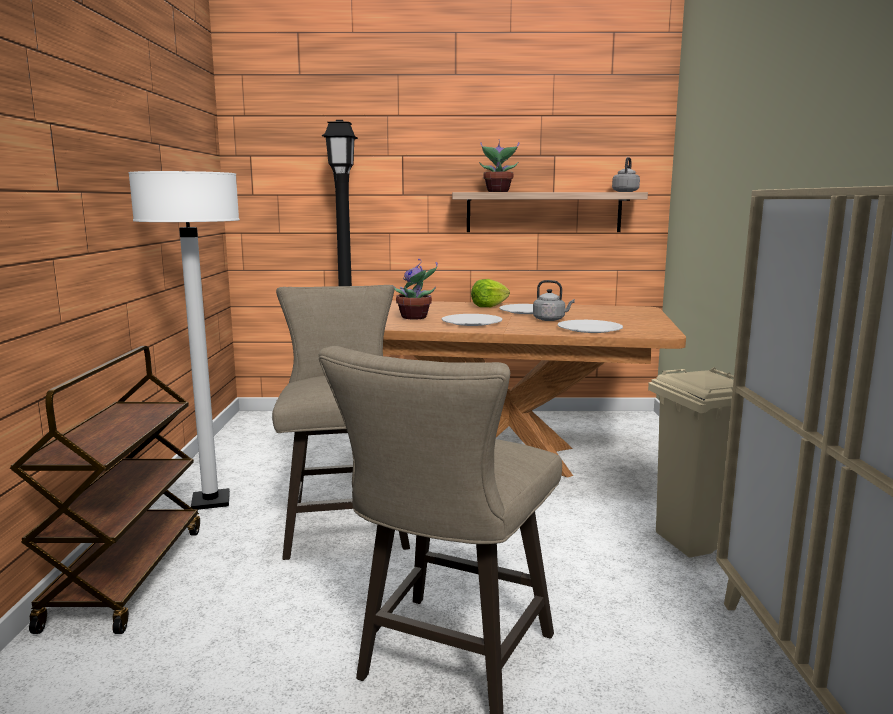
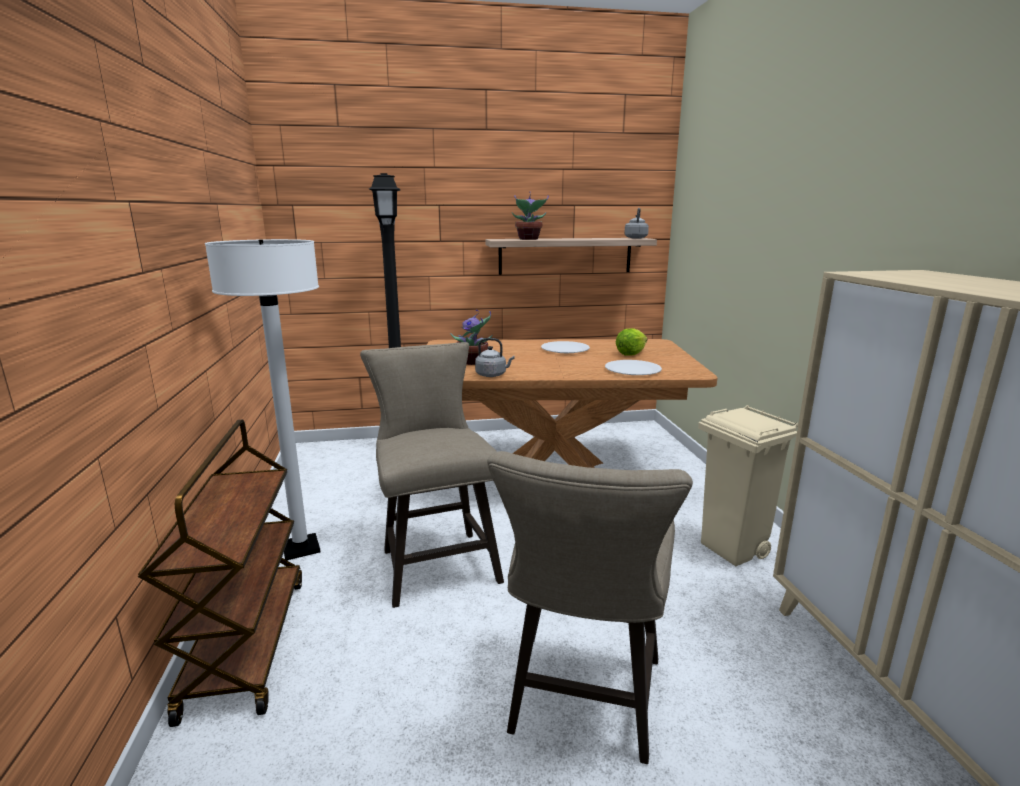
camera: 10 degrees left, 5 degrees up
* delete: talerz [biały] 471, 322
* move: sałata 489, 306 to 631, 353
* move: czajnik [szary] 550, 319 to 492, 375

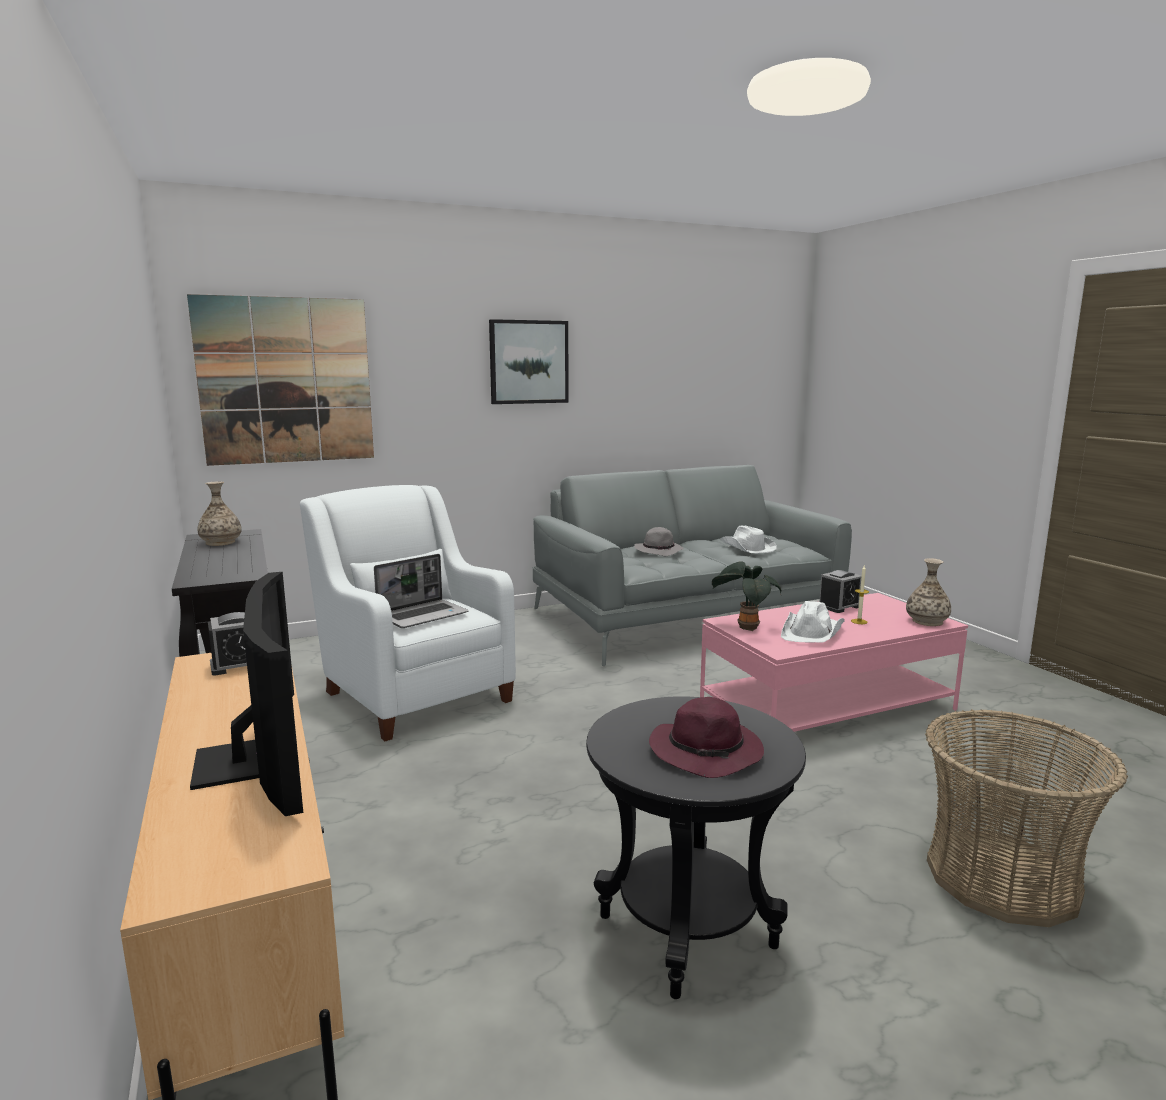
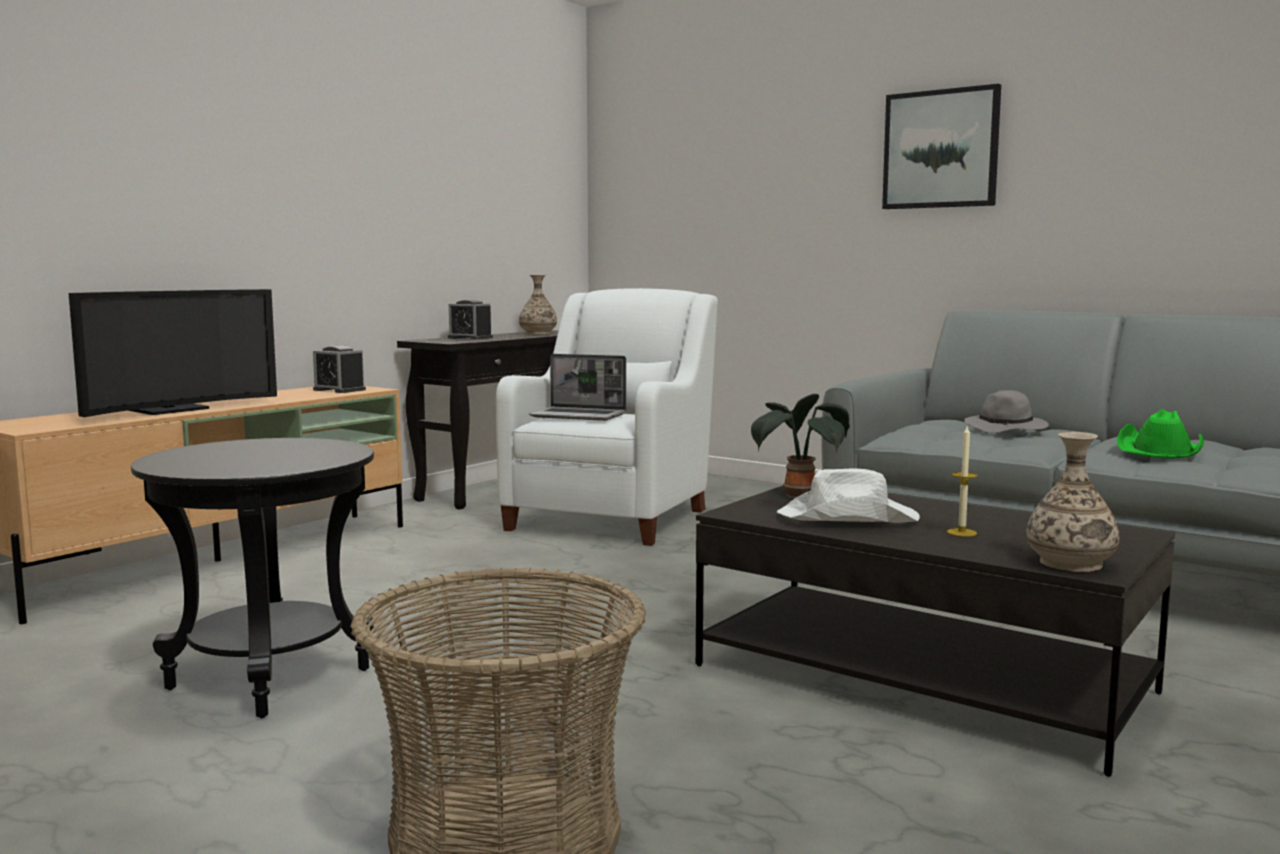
camera: 60 degrees right, 5 degrees down
* delete: obraz 286, 381
* delete: kapelusz [fioletowy] 707, 752
* recolor: ława [różowy] 827, 706 to ława [czarny] 922, 679
* recolor: kapelusz [biały] 747, 548 to kapelusz [zielony] 1160, 451
* move: budzik 839, 606 to 470, 338

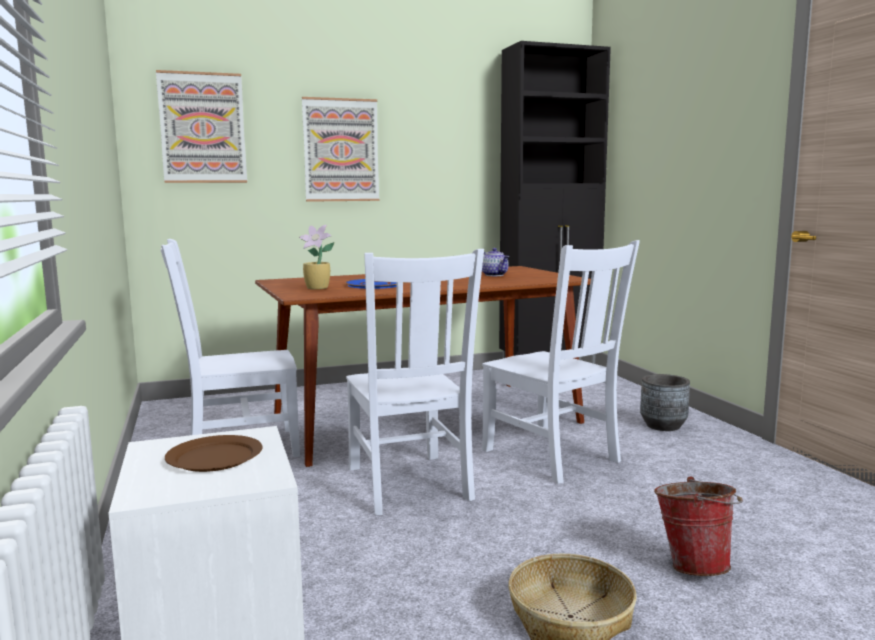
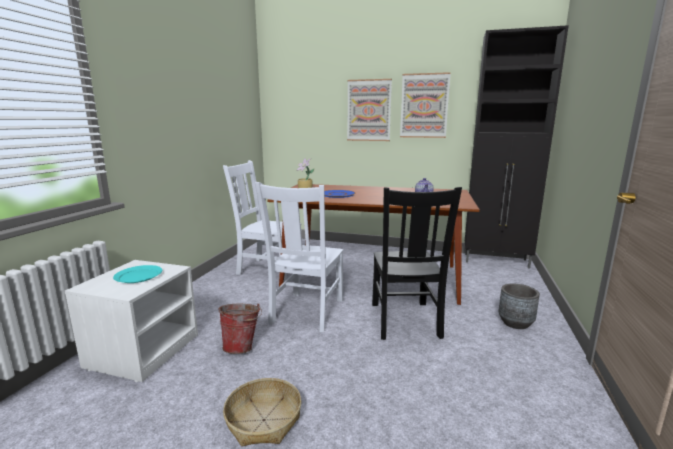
camera: 35 degrees right, 5 degrees up
* move: obraz 202, 128 to 424, 106
* recolor: talerz [brązowy] 214, 457 to talerz [turkusowy] 138, 276
* recolor: krzesło [biały] 553, 457 to krzesło [czarny] 405, 321
* move: wiadro 693, 564 to 242, 347

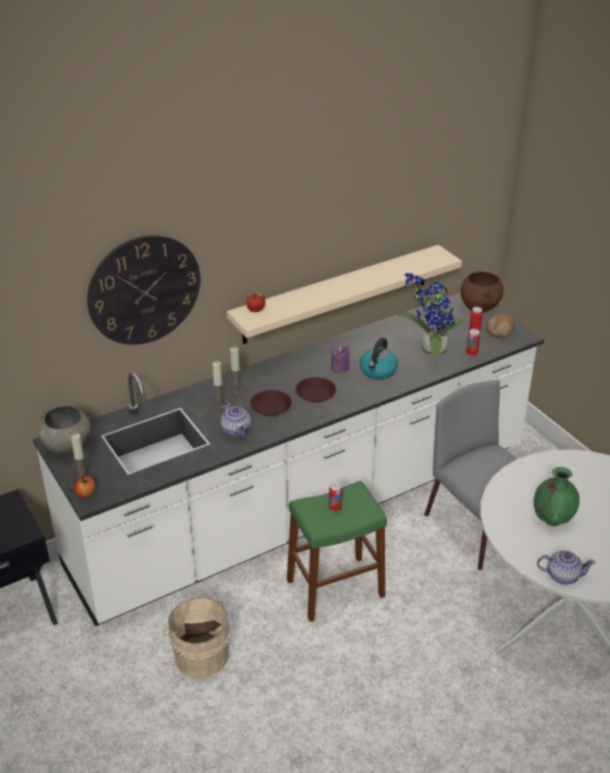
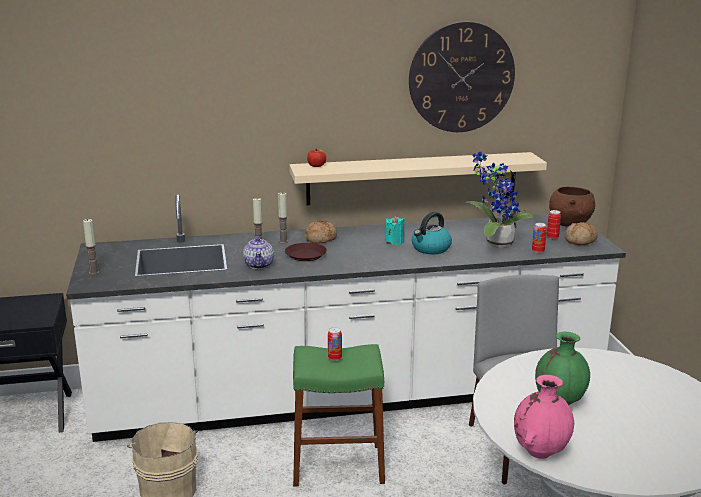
camera: 20 degrees right, 15 degrees down
* delete: miska [szary] 67, 447
* delete: jabłko 86, 494
* move: zegar ścienny 144, 290 to 461, 77
* delete: talerz [brązowy] 316, 393
* recolor: świeca [fioletowy] 340, 367 to świeca [turkusowy] 394, 241
* replace: imbryk 562, 576 to wazon [różowy] 540, 452
* insert: chleb 320, 238

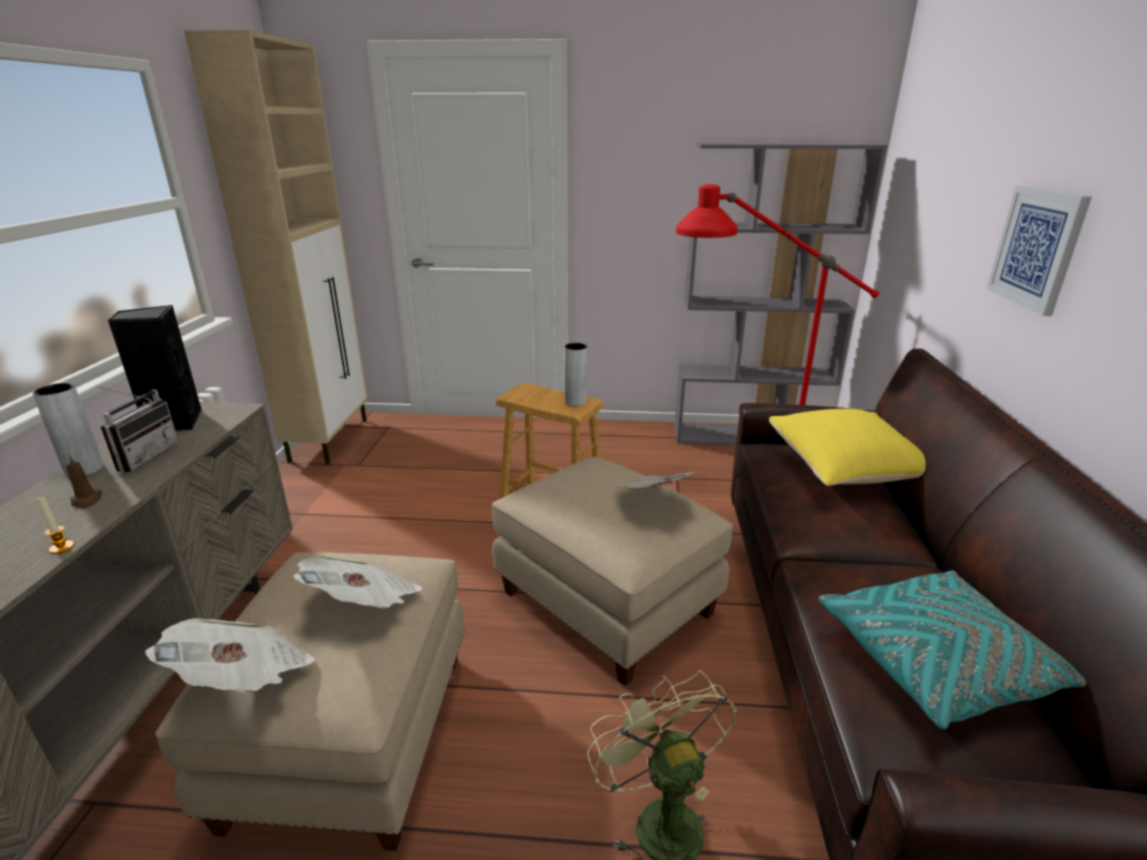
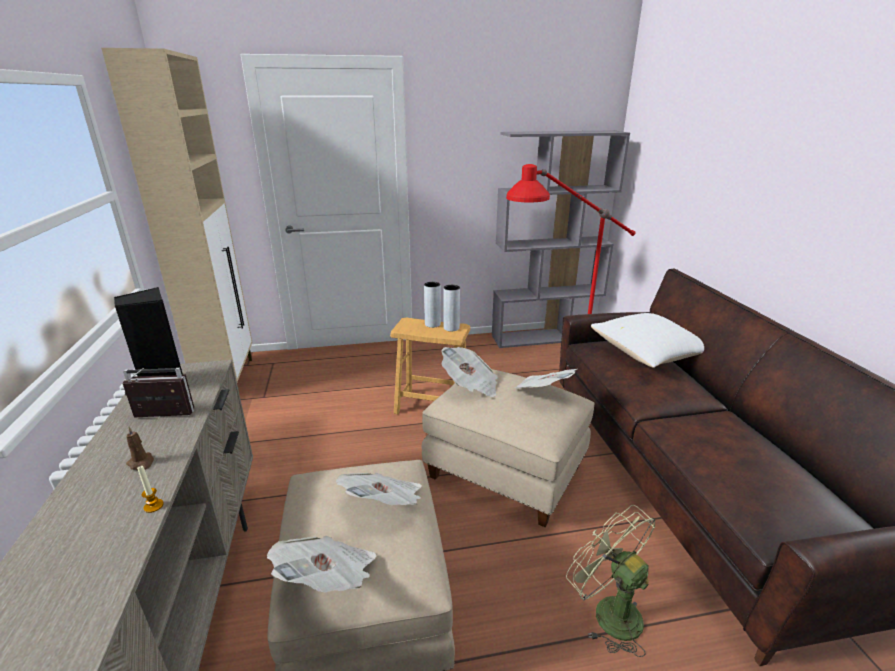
camera: 15 degrees left, 0 degrees up
* move: wazon [szary] 84, 469 to 432, 324
* rotate: radio 143, 456 = 161, 418 90 degrees counterclockwise
* recolor: poduszka [żółty] 848, 471 to poduszka [biały] 649, 355
* delete: poduszka [turkusowy] 937, 662
* delete: obraz 1037, 248
* insert: gazeta 470, 385

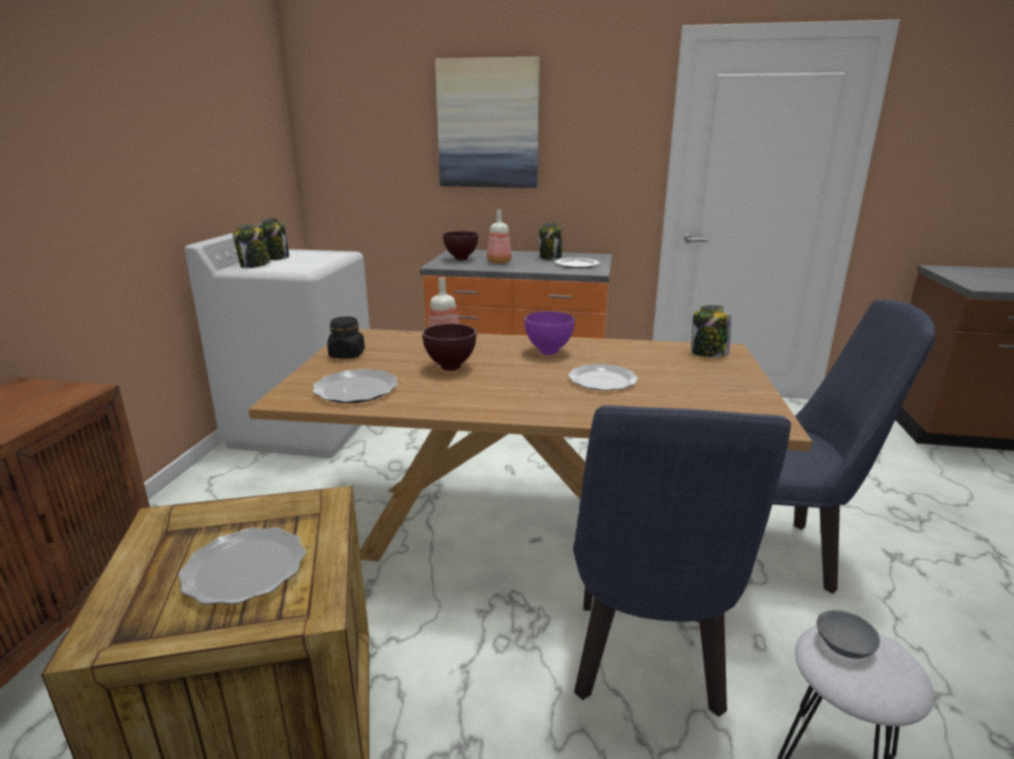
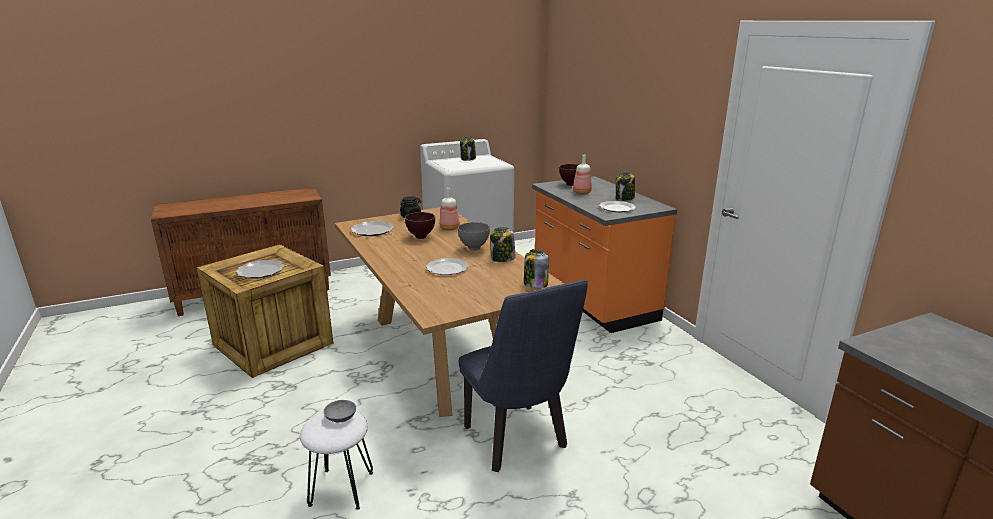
camera: 55 degrees right, 0 degrees up
* move: słoik 255, 266 to 502, 259
* delete: obraz 488, 124
* recolor: miska [fioletowy] 547, 352 to miska [szary] 474, 248
* delete: krzesło [niebieski] 646, 667

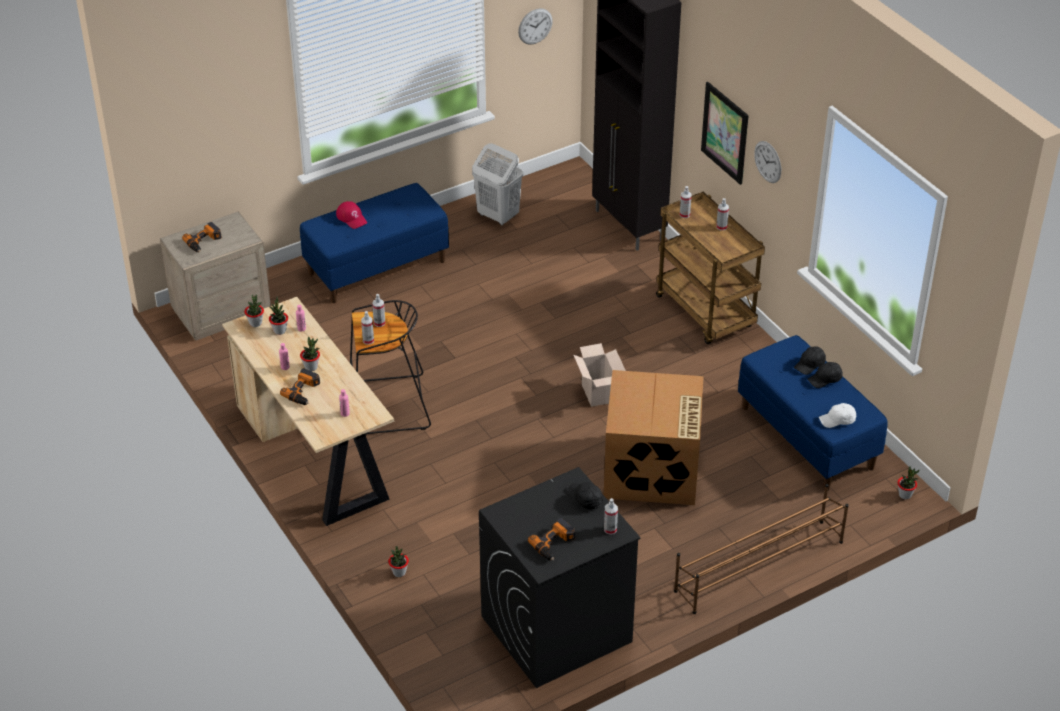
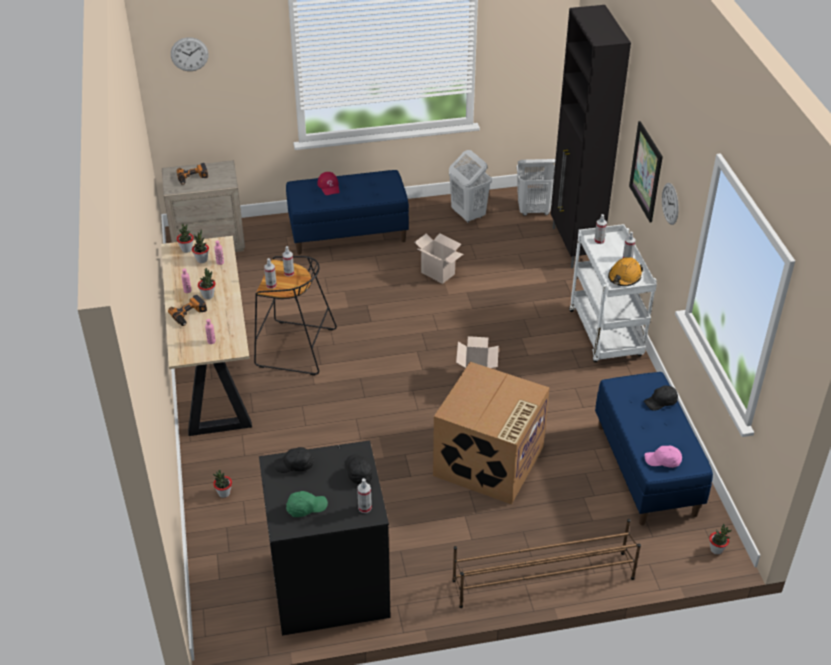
camera: 20 degrees right, 0 degrees up
* move: zegar ścienny 535, 26 to 189, 54
* replace: wiertarka 554, 544 to czapka z daszkiem [zielony] 306, 507
* recolor: wózek [brązowy] 706, 313 to wózek [biały] 606, 335
* move: czapka z daszkiem [czarny] 825, 379 to 295, 465
* recolor: czapka z daszkiem [biały] 838, 420 to czapka z daszkiem [różowy] 663, 461
* insert: karton 439, 273
* insert: kosz na pranie [biały] 534, 210
* insert: kask [pomarańczowy] 624, 277

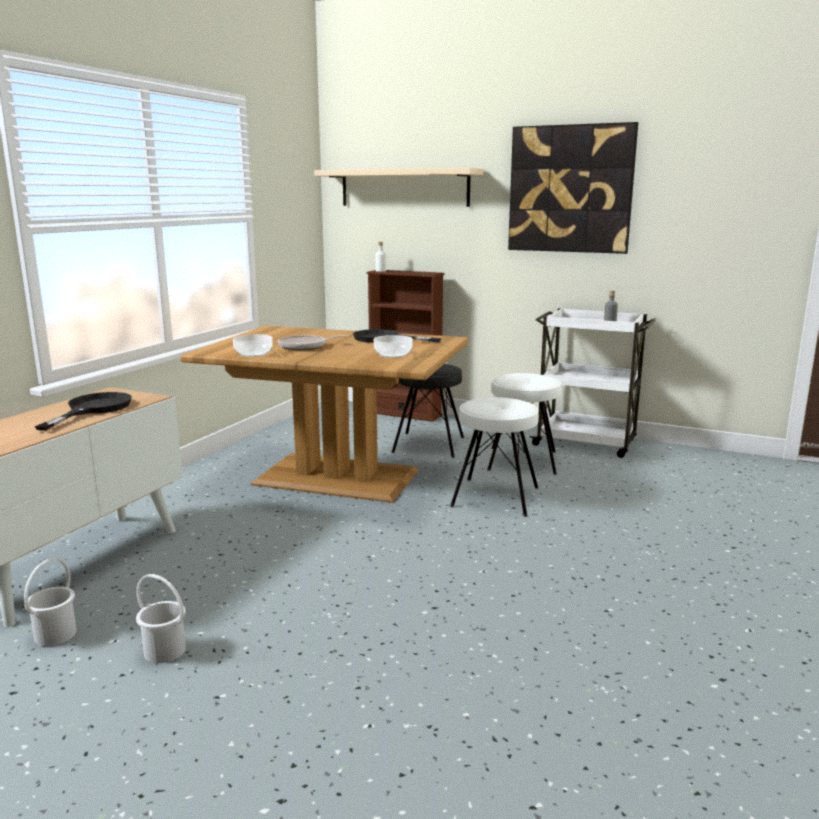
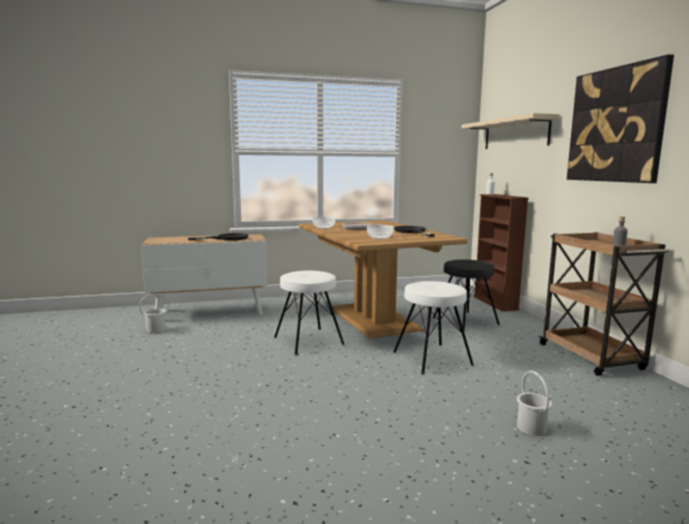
camera: 50 degrees right, 5 degrees down
* move: wiadro [biały] 165, 650 to 531, 428
* move: stołek [biały] 522, 460 to 308, 341
* recolor: wózek [biały] 586, 443 to wózek [brązowy] 591, 357

